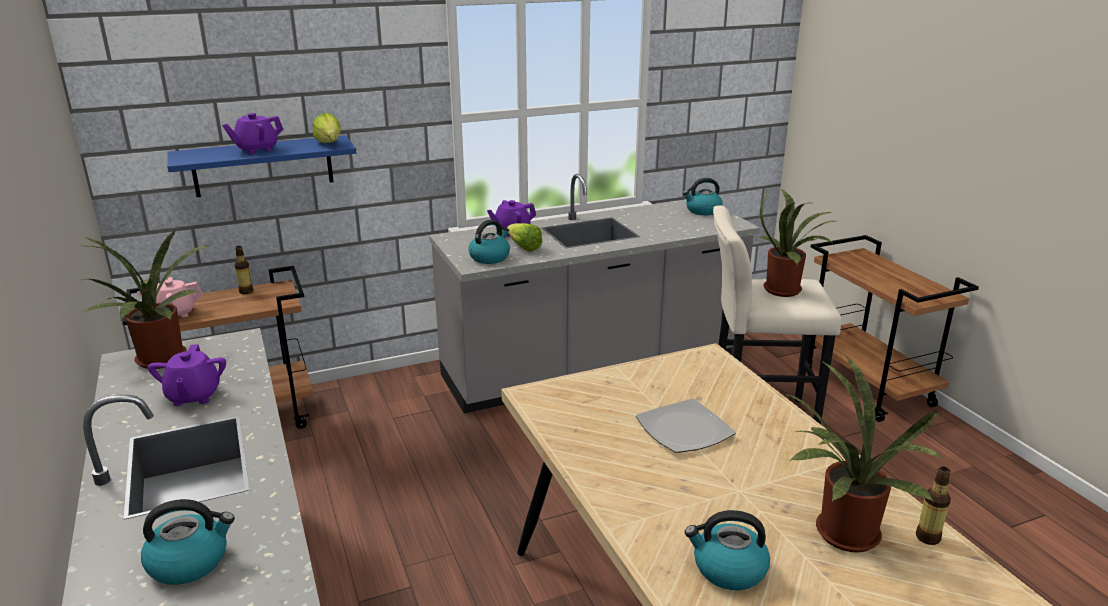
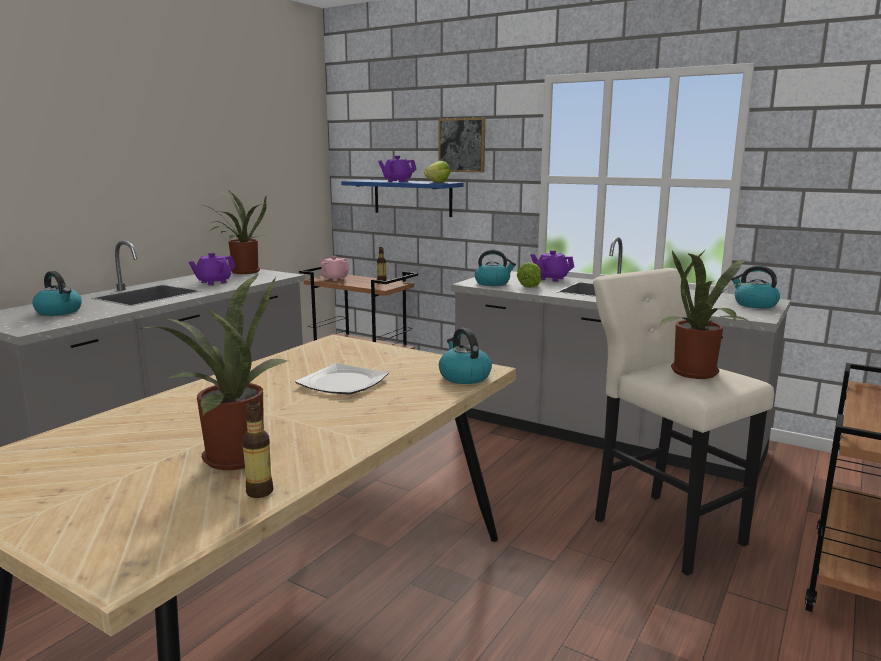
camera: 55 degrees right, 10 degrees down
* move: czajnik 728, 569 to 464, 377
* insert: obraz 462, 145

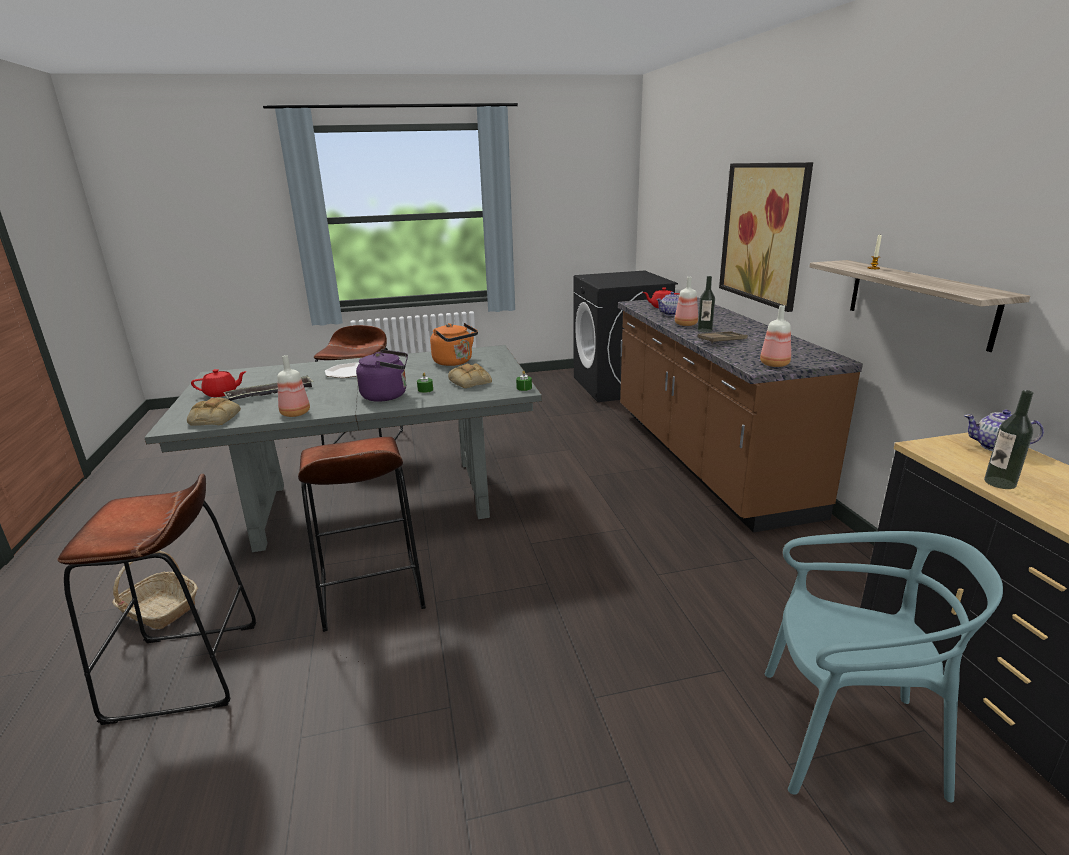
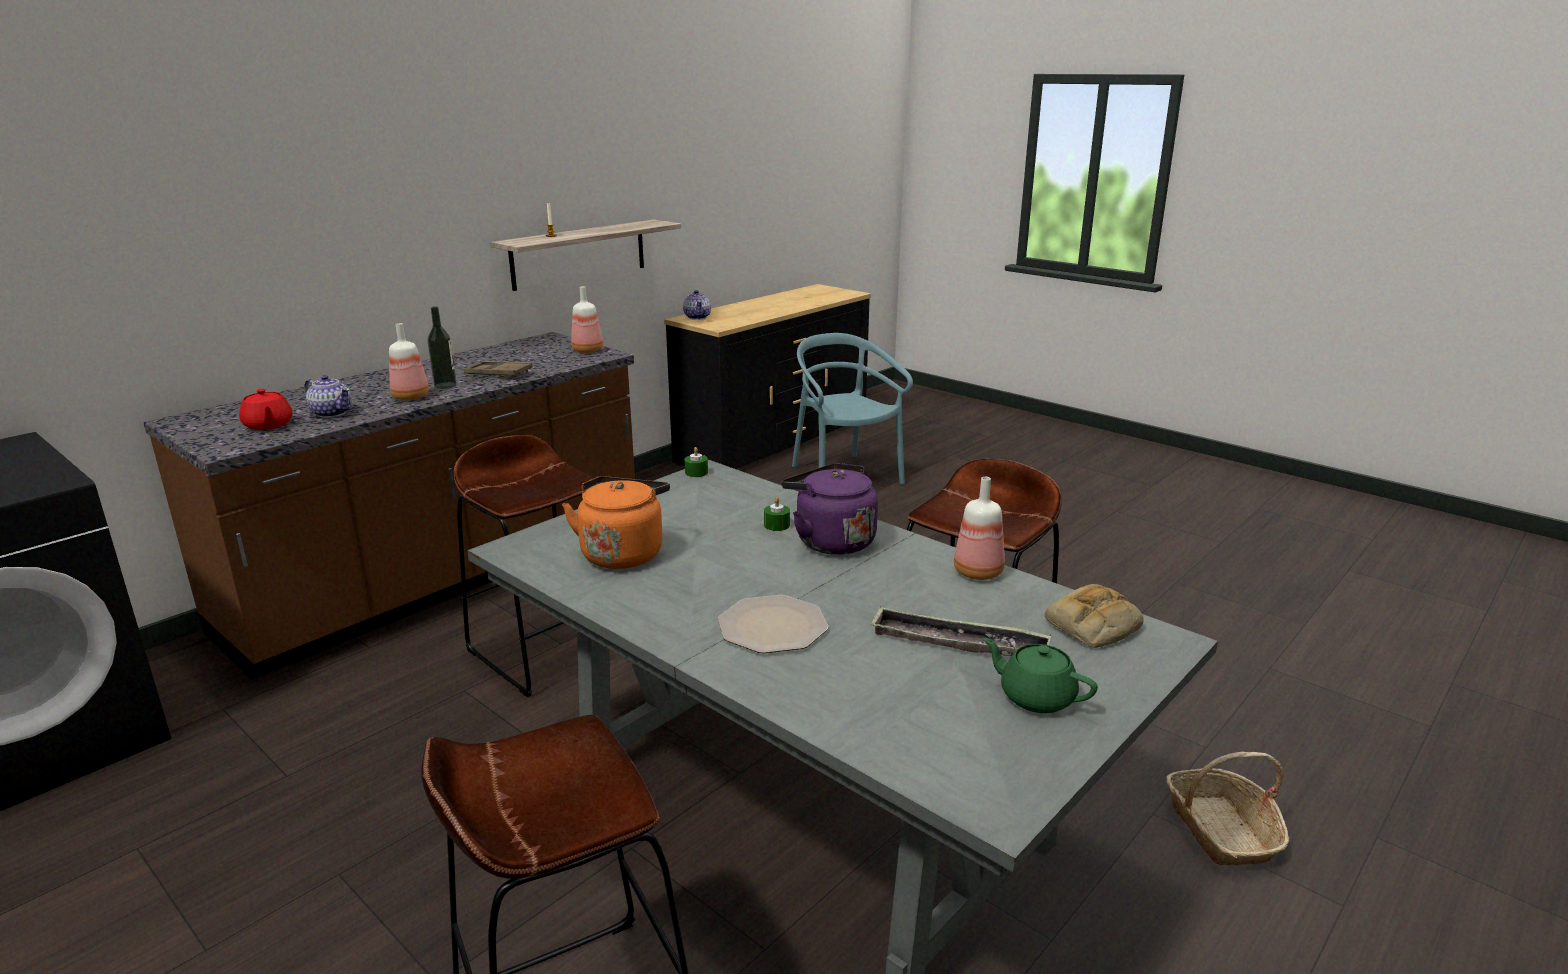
camera: 125 degrees left, 0 degrees up
* move: stołek [brązowy] 186, 671 to 547, 649
* recolor: imbryk [czerwony] 222, 393 to imbryk [zielony] 1035, 697
* delete: chleb 471, 382
* delete: obraz 763, 233
* delete: butelka 999, 483

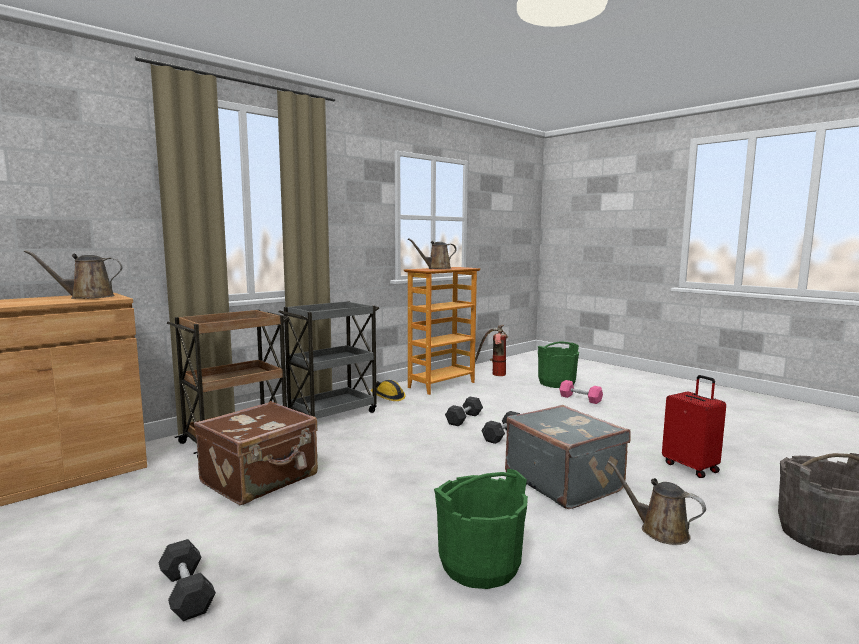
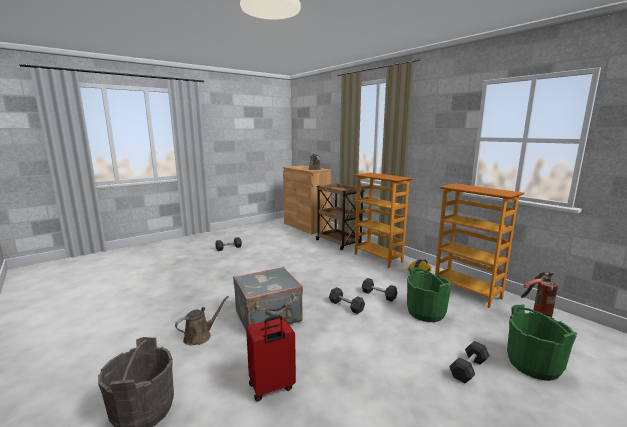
camera: 95 degrees right, 5 degrees up
* delete: walizka [brązowy] 261, 479
* replace: wózek [szary] 332, 413 to regał 378, 258
* delete: konewka [brązowy] 436, 268
* move: wiadro [zielony] 479, 564 to 426, 312
* recolor: hantel [różowy] 580, 399 to hantel [szary] 468, 369

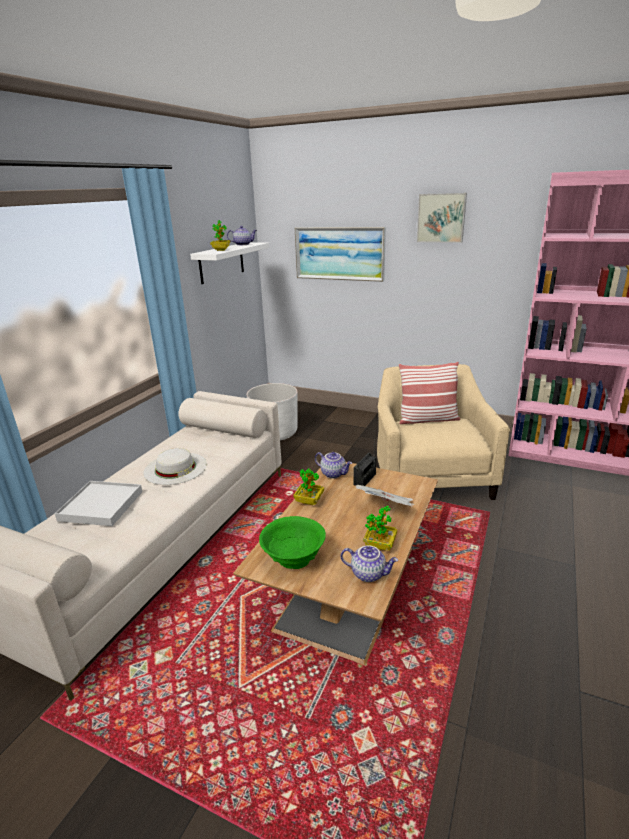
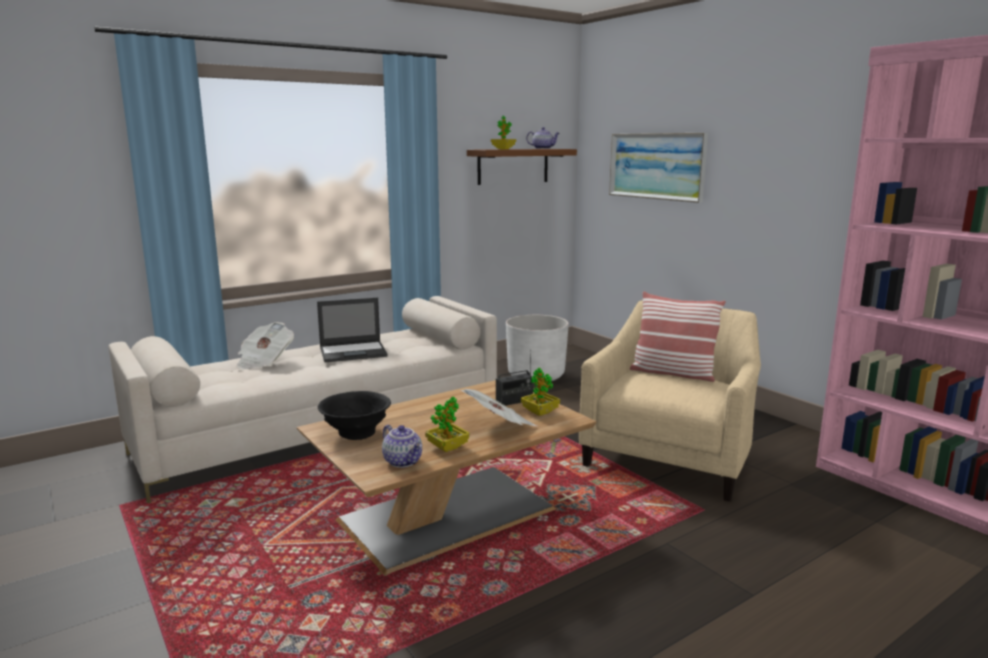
camera: 30 degrees right, 10 degrees down
* replace: taca [biały] 101, 506 to gazeta 264, 361
* replace: kapelusz [biały] 175, 468 to laptop 354, 352
* recolor: półka [biały] 221, 262 to półka [brązowy] 513, 166
* recolor: miska [zielony] 294, 559 to miska [czarny] 356, 433
* move: roślina doniczkowa 309, 501 to 540, 412
* delete: imbryk 333, 473
* delete: obraz 441, 218

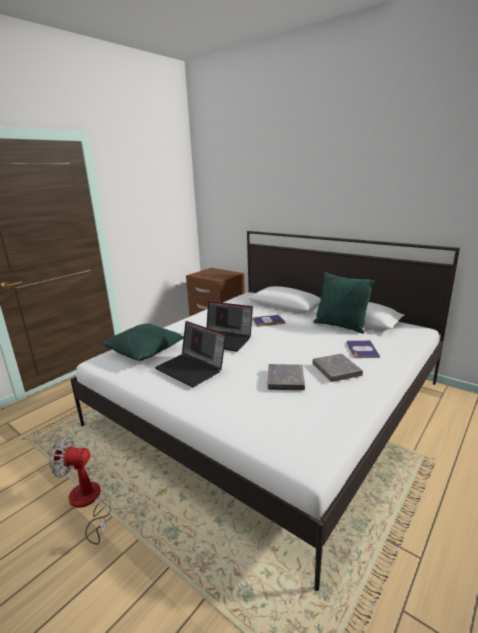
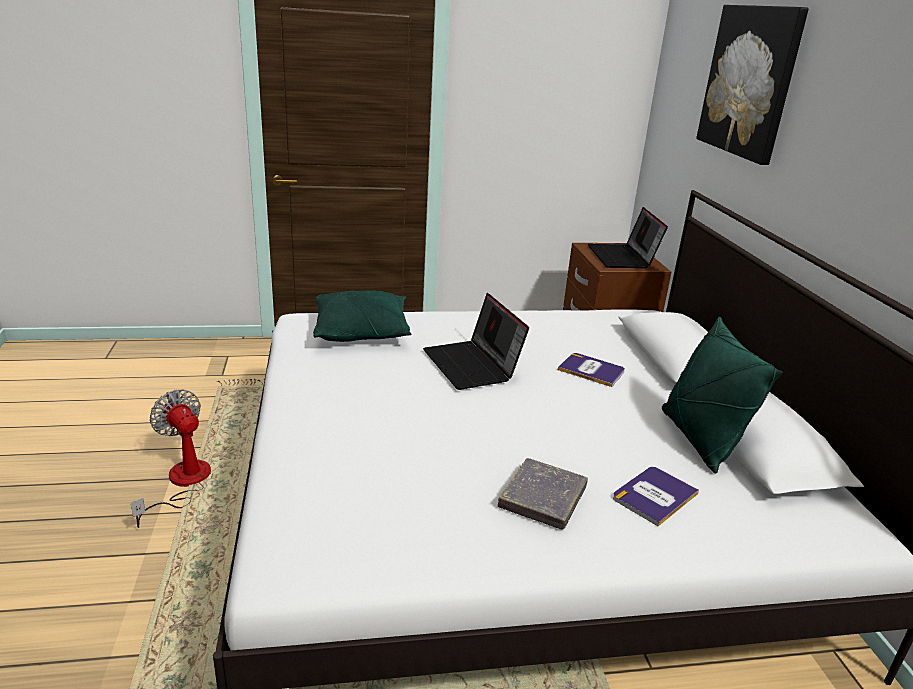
camera: 40 degrees right, 5 degrees up
* move: laptop 192, 369 to 623, 258
* delete: książka [szary] 285, 380
* insert: obraz 750, 82

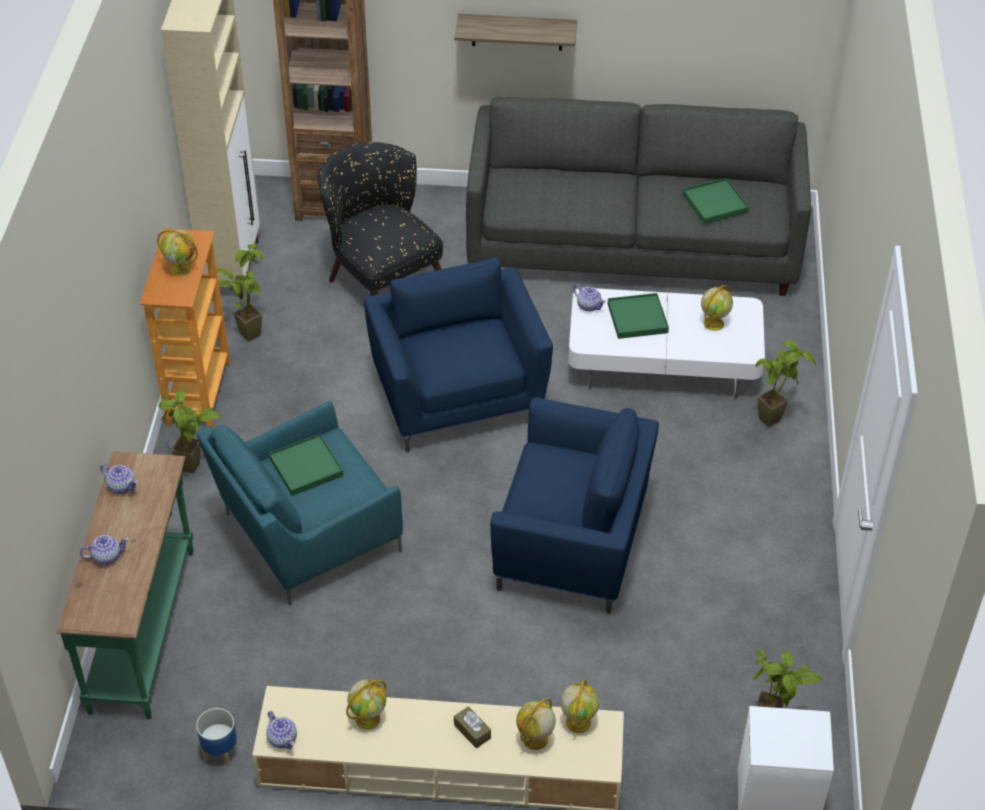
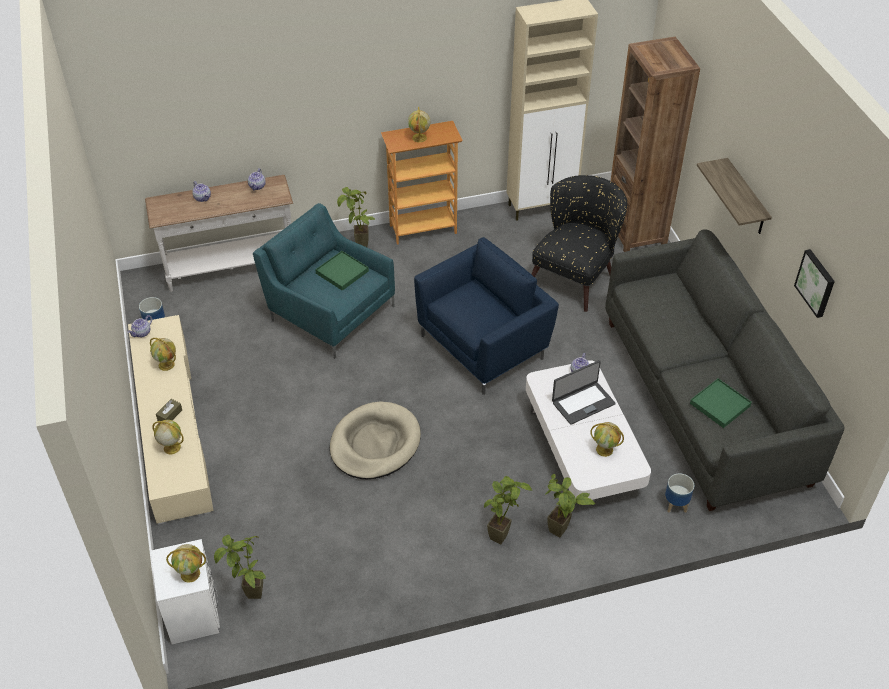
camera: 70 degrees right, 0 degrees up
* recolor: stolik konsolowy [zielony] 145, 630 to stolik konsolowy [biały] 231, 268
* move: roślina doniczkowa 248, 330 to 503, 533
* replace: fotel [niebieski] 573, 547 to legowisko [beżowy] 375, 444
* move: globus 578, 721 to 191, 573
* replace: taca [zielony] 637, 318 to laptop 583, 402
* insert: donica 675, 505
* insert: obraz 816, 283

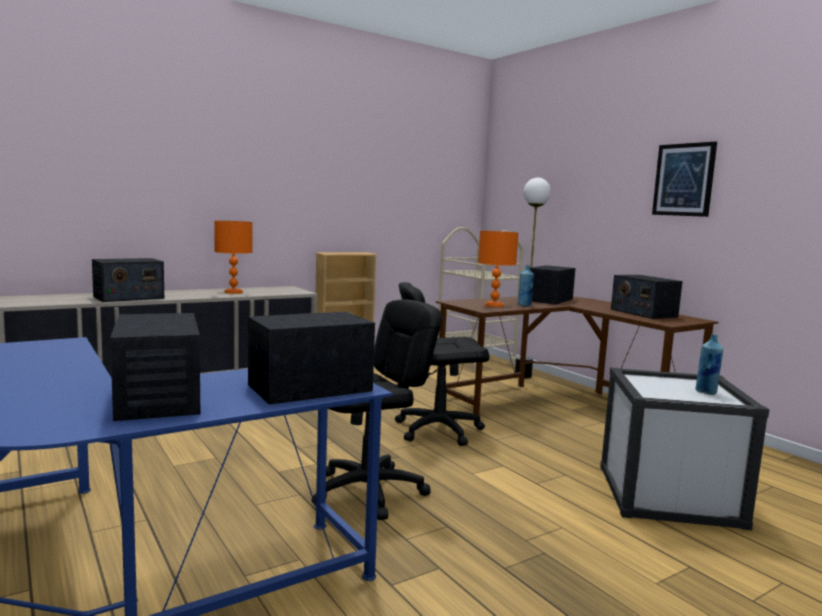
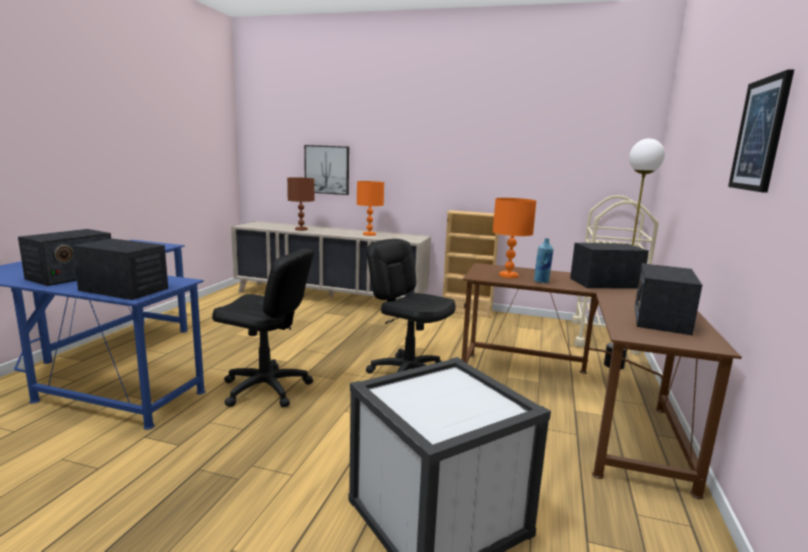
camera: 50 degrees right, 5 degrees up
* replace: radio 128, 297 to lampa stołowa [brązowy] 301, 229
* delete: butelka [niebieski] 706, 392
* insert: obraz 327, 169

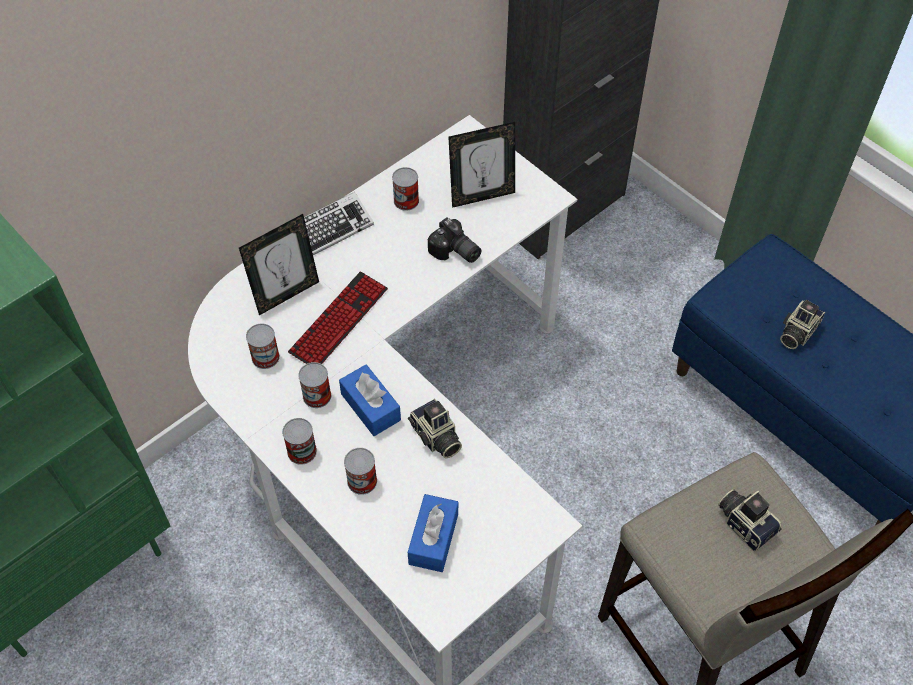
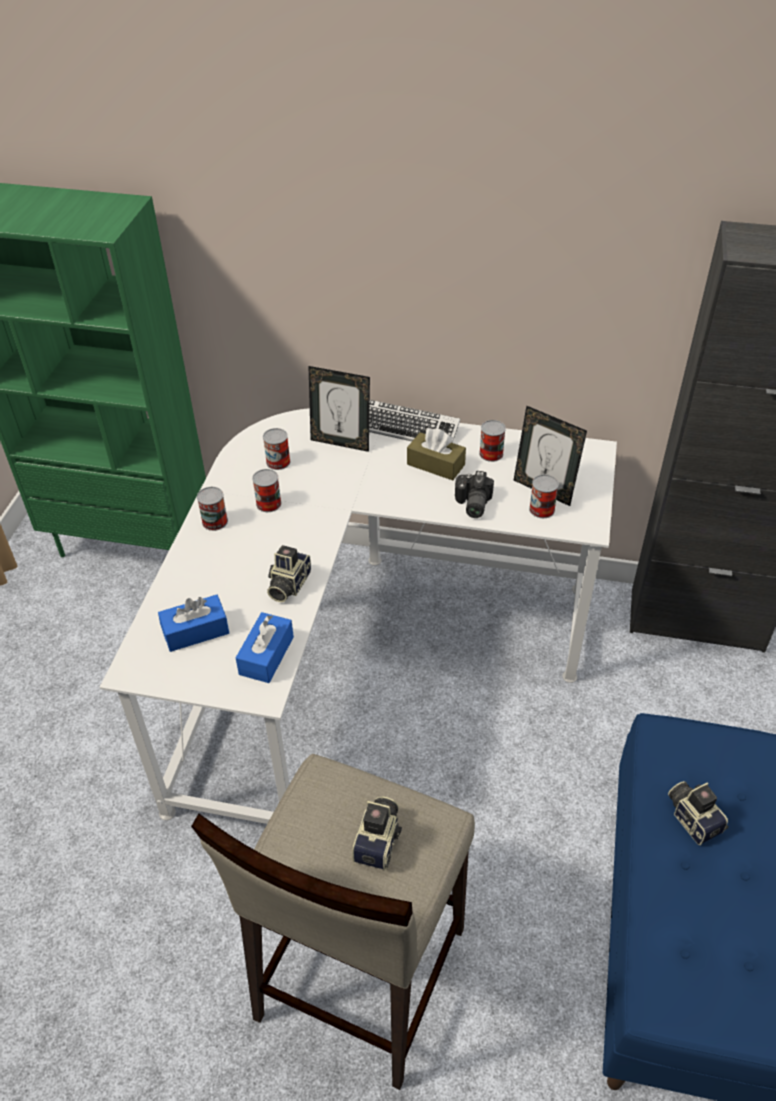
camera: 55 degrees right, 10 degrees down
* delete: klawiatura 339, 321
* move: pudełko chusteczek [niebieski] 370, 407 to 266, 655
* move: puszka 362, 481 to 542, 509
* rotate: aparat fotograficzny 796, 332 = 693, 818 60 degrees clockwise
* insert: pudełko chusteczek [brązowy] 436, 464

